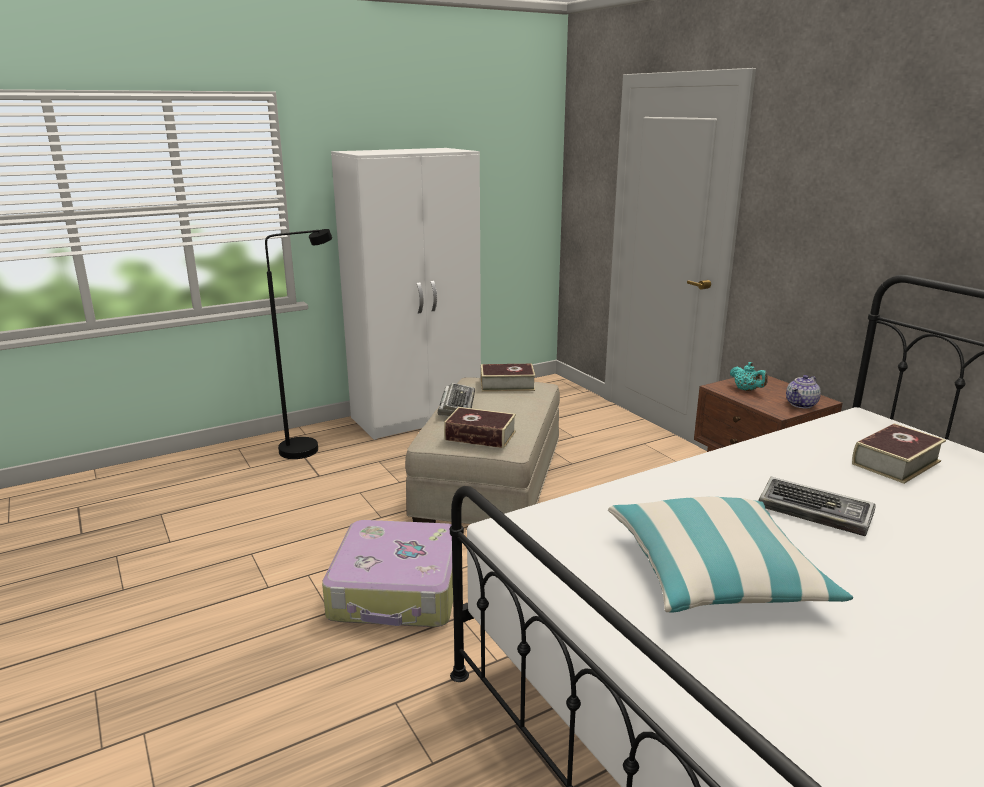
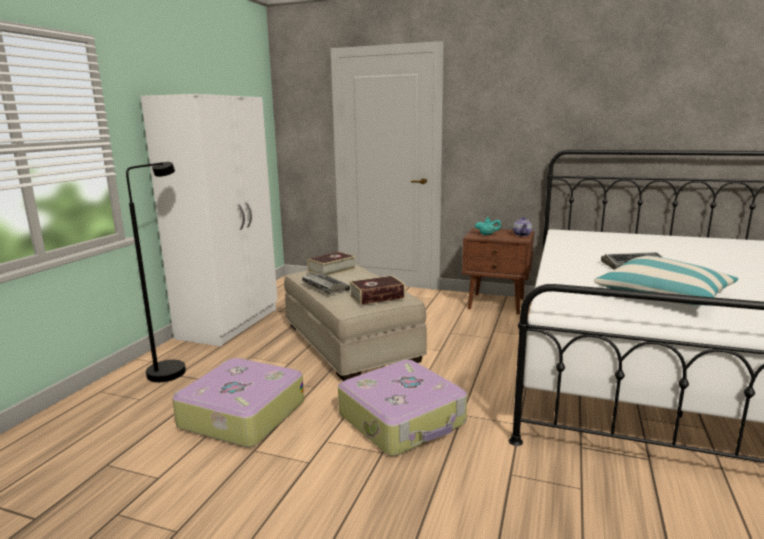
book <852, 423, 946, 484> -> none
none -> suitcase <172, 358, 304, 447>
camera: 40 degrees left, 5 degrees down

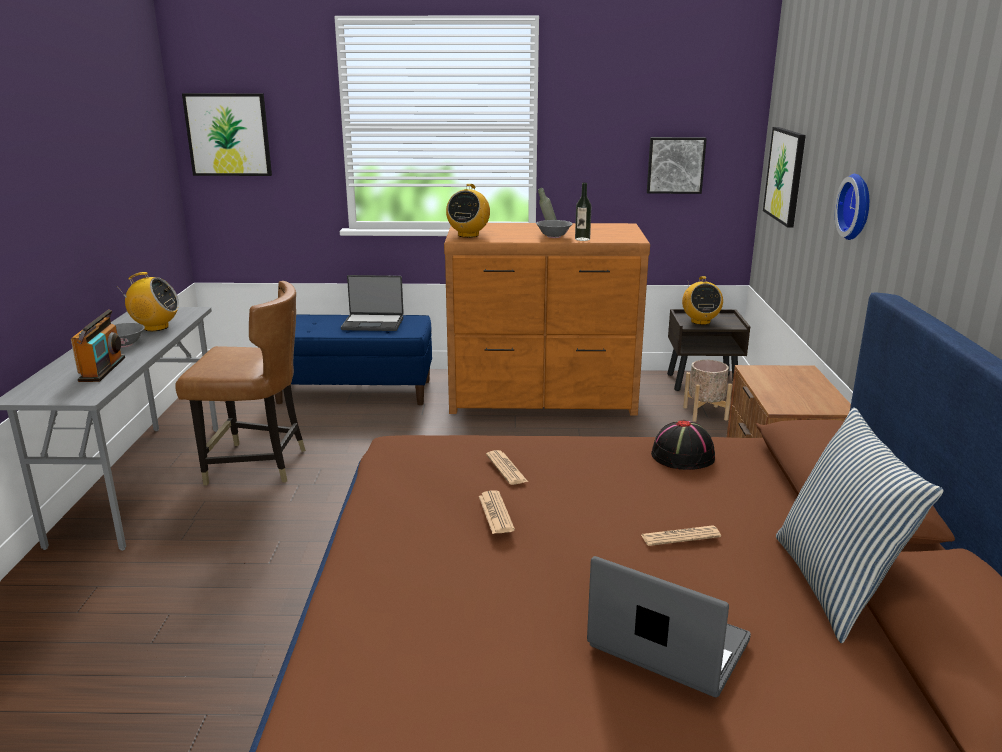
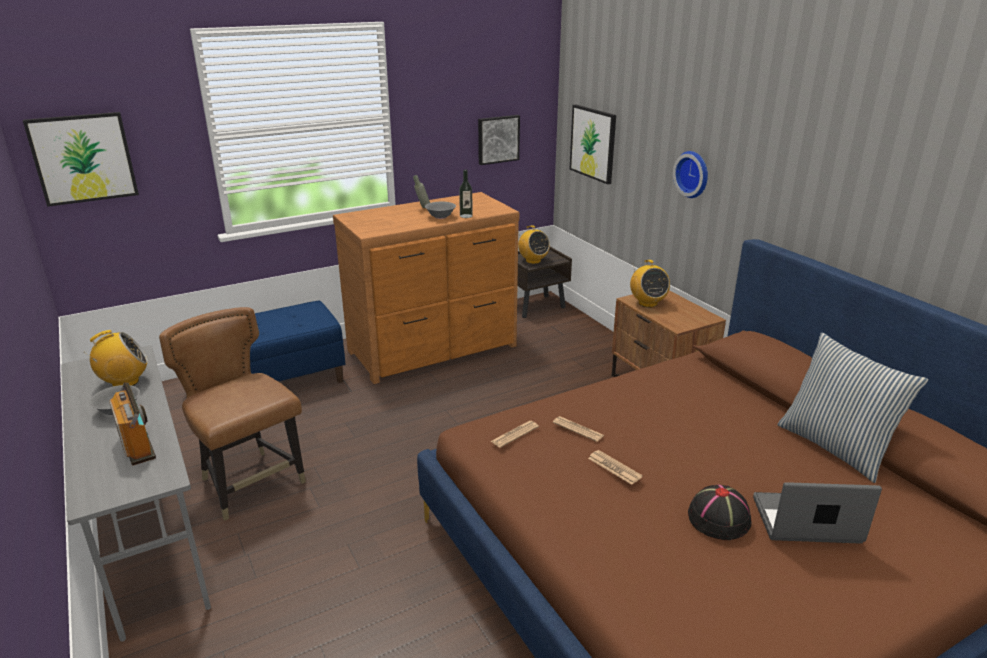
radio <446, 184, 490, 238> -> radio <630, 260, 670, 308>, moved
laptop <341, 275, 404, 331> -> none
brown chair <175, 281, 306, 485> -> brown chair <159, 307, 306, 521>, 105 degrees counterclockwise
beige planter <683, 360, 732, 422> -> none
black hat <651, 420, 715, 470> -> black hat <688, 485, 751, 540>, moved
newspaper <641, 525, 721, 546> -> newspaper <491, 421, 539, 448>, moved
camera: 30 degrees left, 5 degrees up

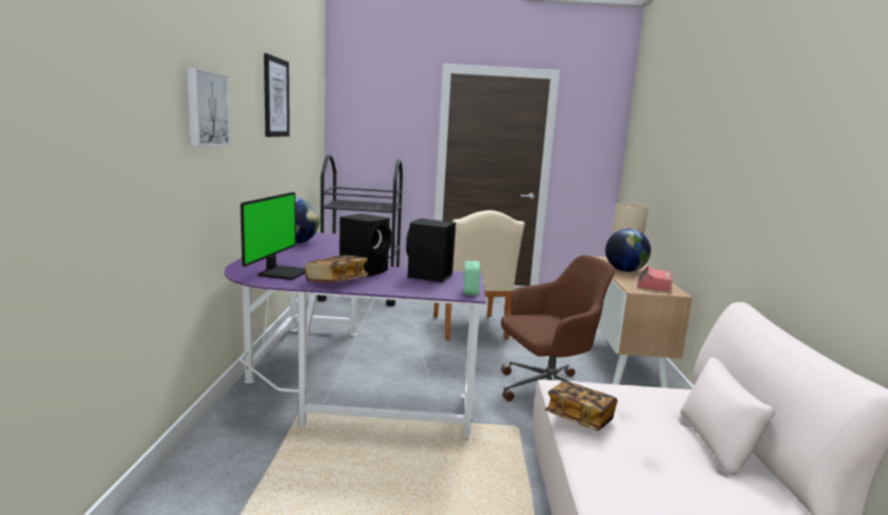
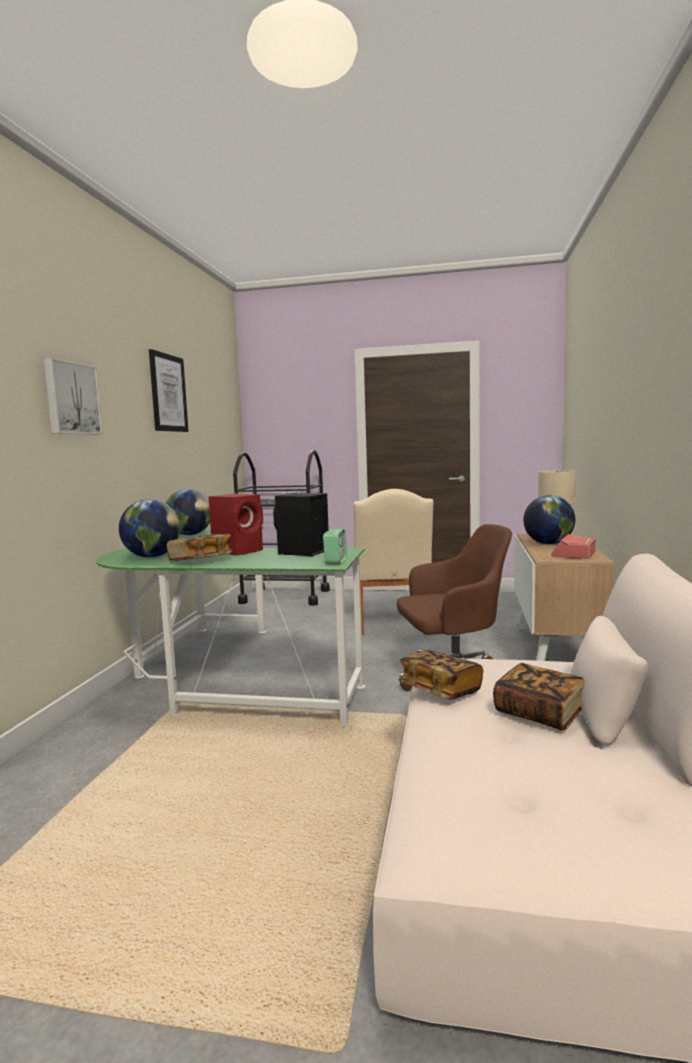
monitor <240, 192, 305, 280> -> globe <119, 499, 180, 558>
black speaker <339, 213, 392, 276> -> red speaker <208, 494, 263, 555>
purple desk <224, 233, 486, 438> -> green desk <96, 526, 365, 726>
none -> book <493, 663, 585, 730>
camera: 10 degrees right, 5 degrees down

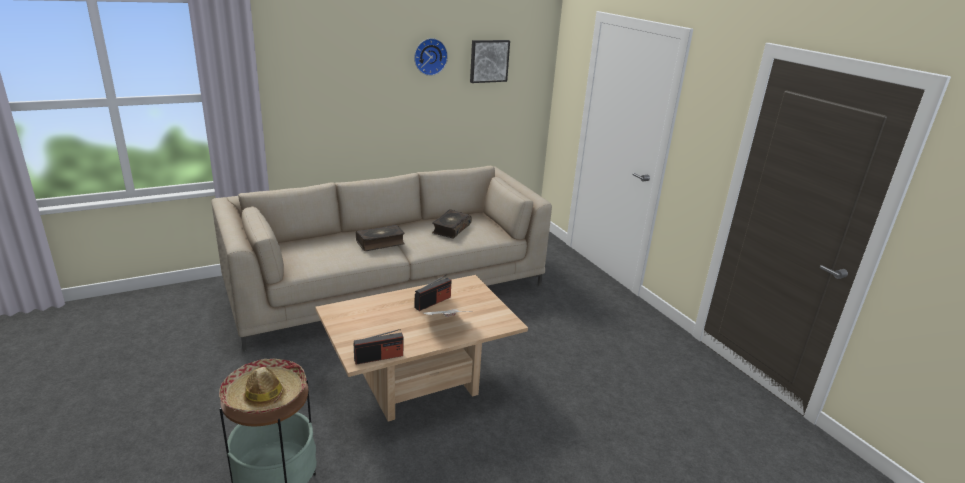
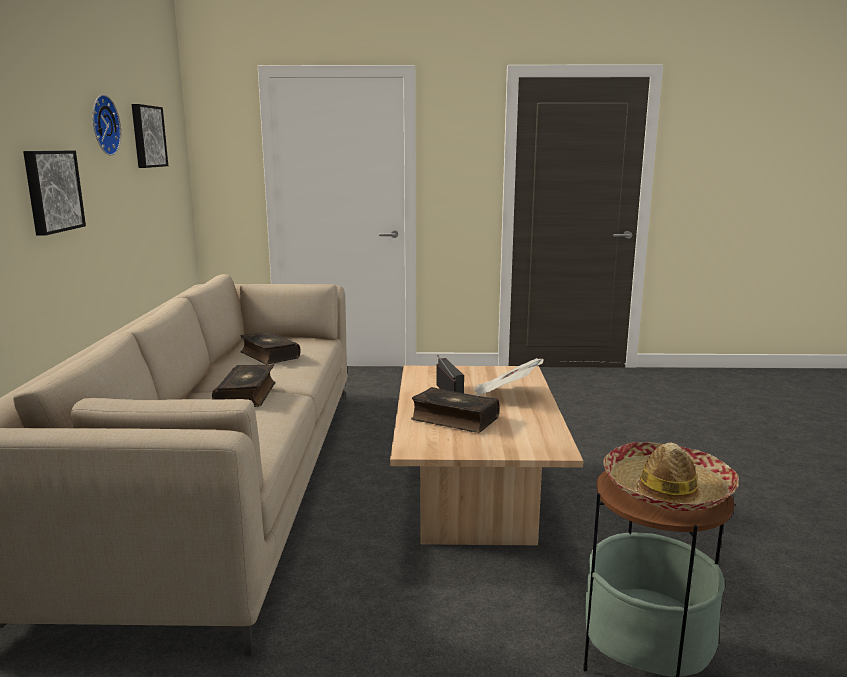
radio <354, 329, 403, 365> -> none
none -> picture <23, 151, 86, 236>
none -> book <411, 387, 500, 433>
camera: 60 degrees left, 10 degrees down

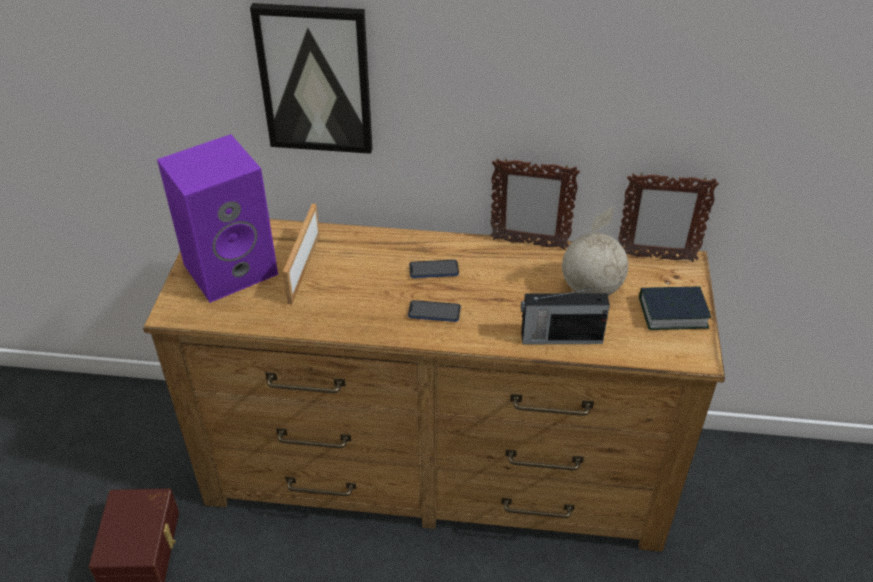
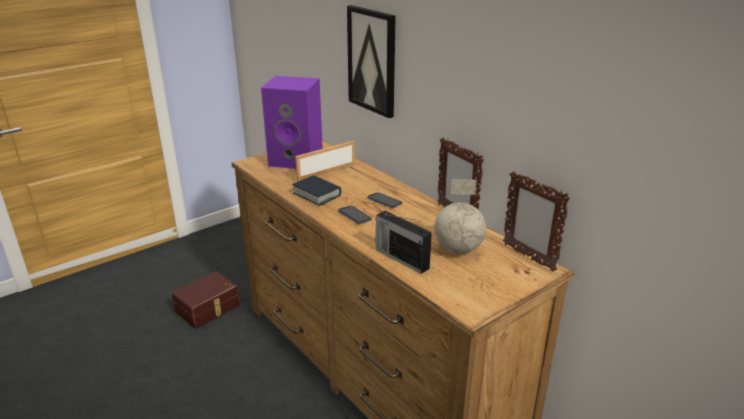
book <639, 286, 711, 330> -> book <292, 175, 341, 206>, moved
camera: 45 degrees right, 15 degrees down

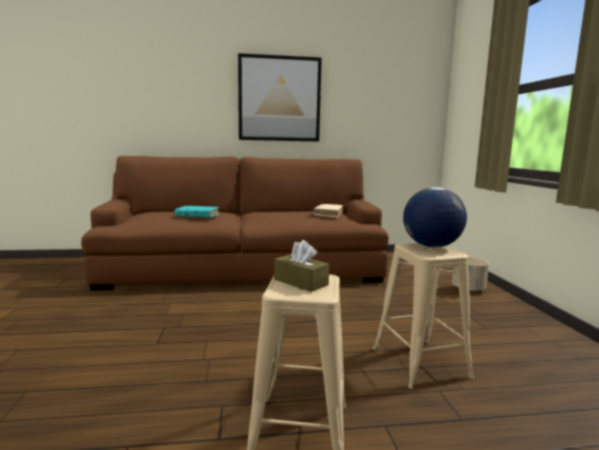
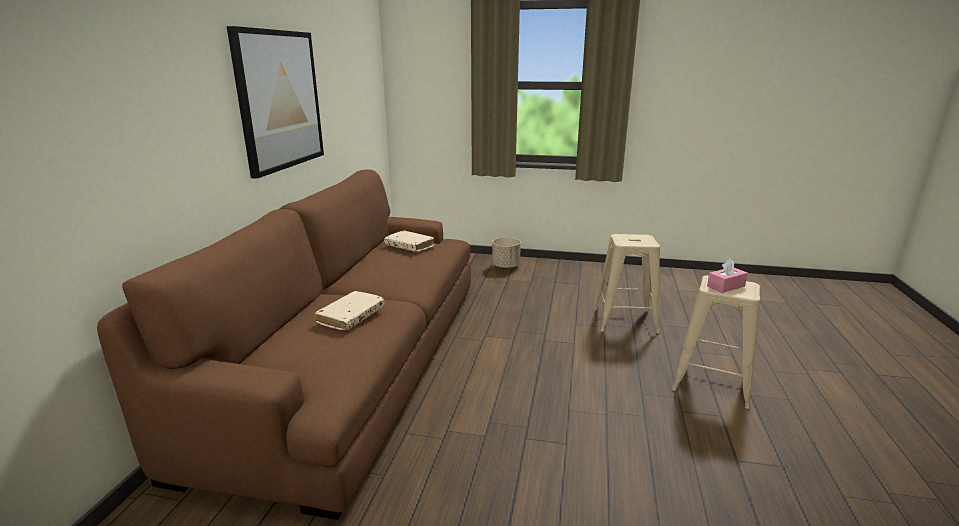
globe <403, 187, 467, 248> -> none
turquoise book <175, 205, 219, 218> -> beige book <315, 291, 385, 331>
brown tissue box <274, 240, 329, 292> -> pink tissue box <707, 258, 748, 293>
camera: 70 degrees left, 10 degrees up

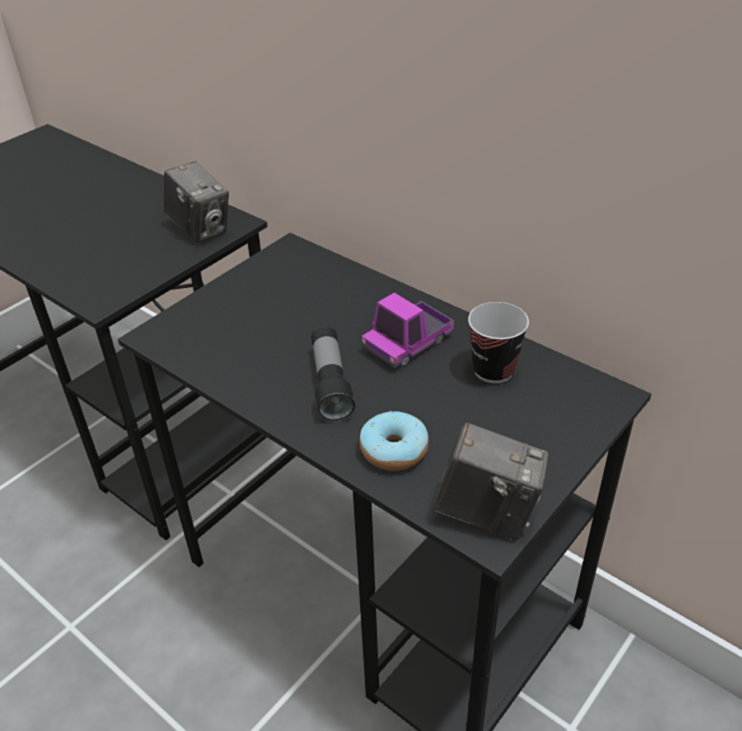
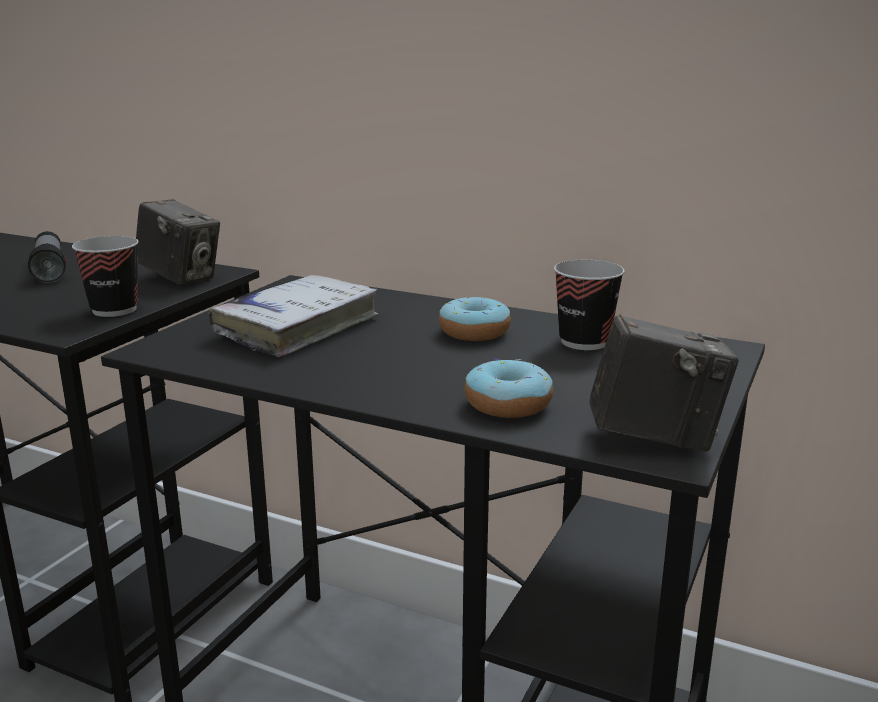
toy truck <362, 293, 455, 368> -> donut <439, 297, 511, 341>
flashlight <311, 326, 355, 422> -> flashlight <28, 231, 66, 283>, moved
none -> cup <72, 236, 139, 317>
none -> white book <208, 275, 379, 357>
camera: 15 degrees left, 20 degrees down

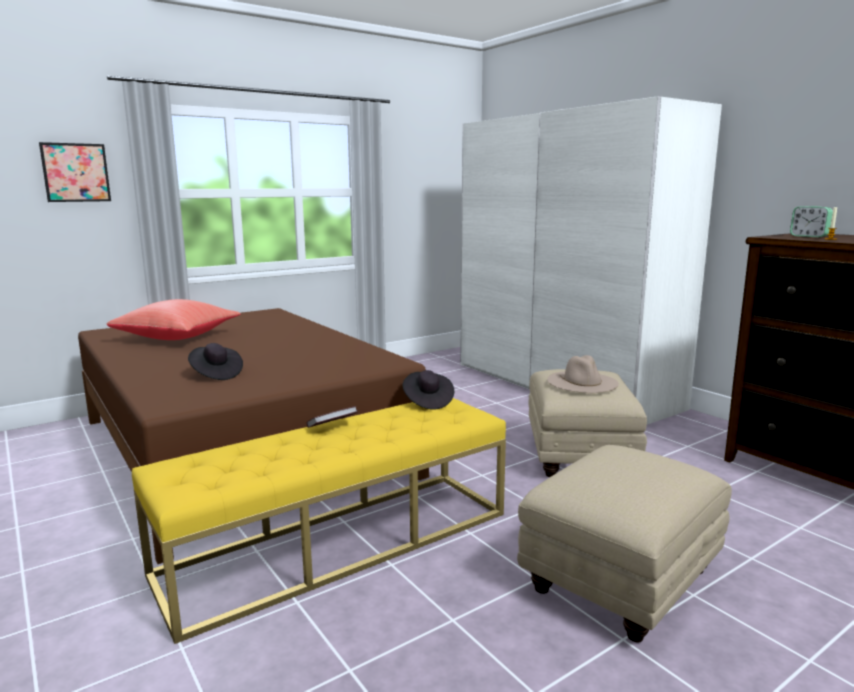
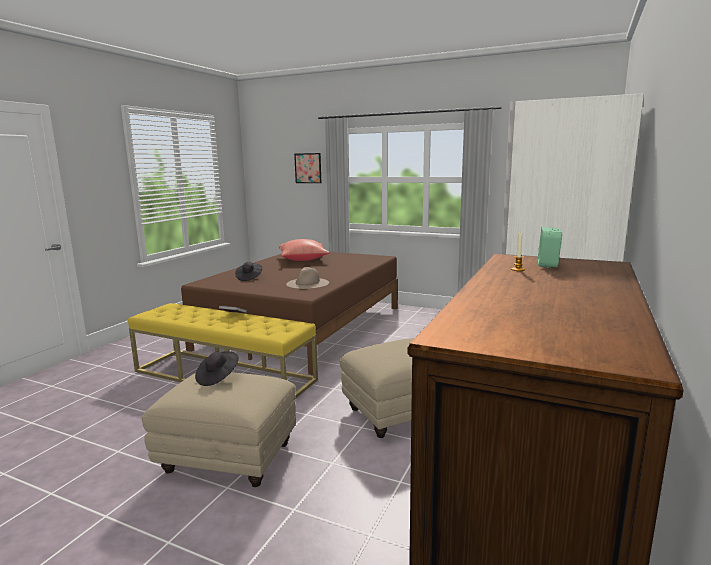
beige hat <547, 355, 619, 393> -> beige hat <286, 267, 329, 289>, moved
black hat <403, 370, 454, 410> -> black hat <195, 351, 239, 386>, moved
camera: 60 degrees right, 0 degrees up

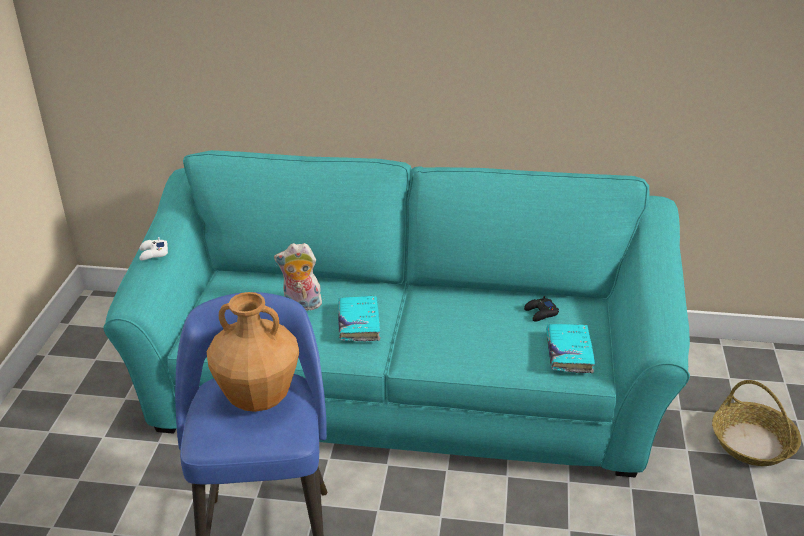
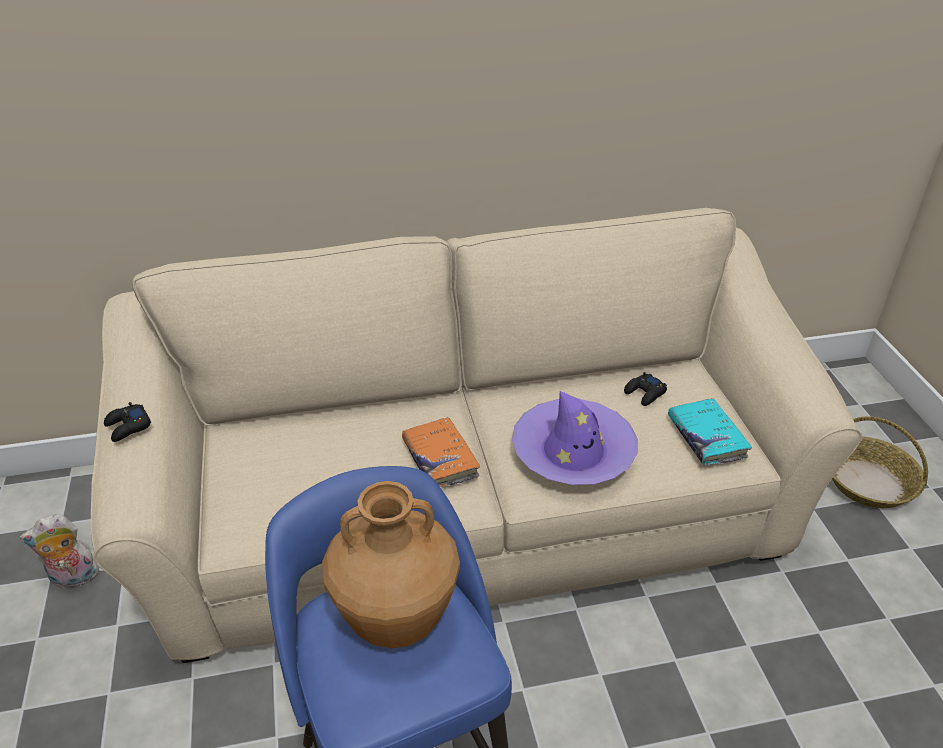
turquoise sofa <103, 150, 690, 478> -> beige sofa <91, 208, 862, 663>
white game controller <139, 237, 168, 260> -> black game controller <104, 402, 151, 442>
plush toy <274, 243, 322, 311> -> plush toy <20, 514, 99, 589>, moved
turquoise book <338, 296, 380, 342> -> orange book <402, 417, 480, 487>
none -> purple hat <512, 391, 637, 485>
camera: 20 degrees left, 5 degrees up

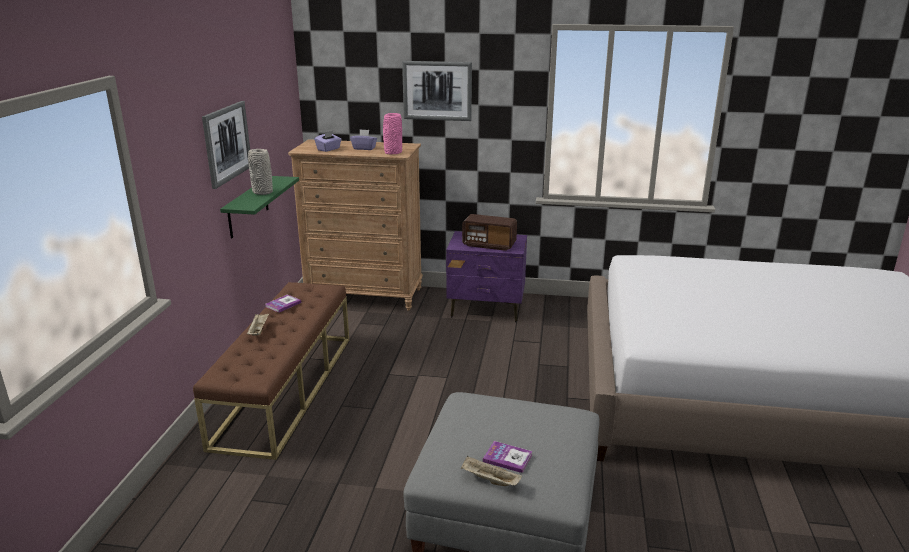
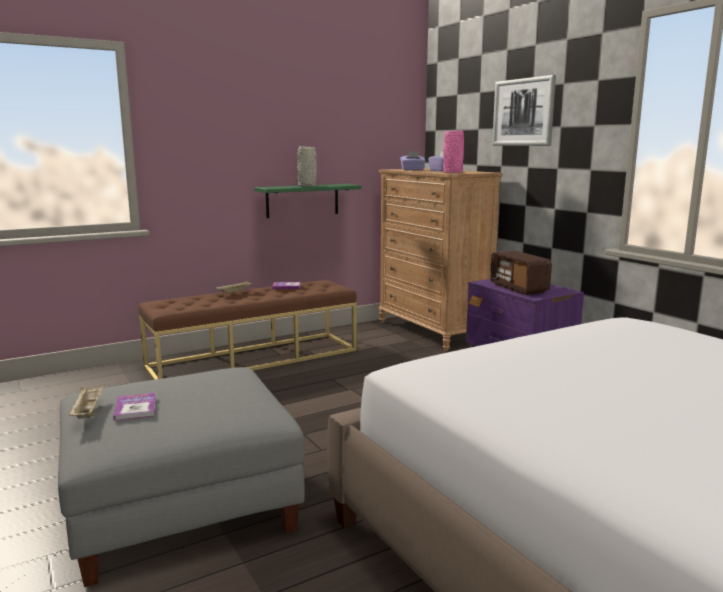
picture <202, 101, 250, 189> -> none
camera: 50 degrees right, 10 degrees down

